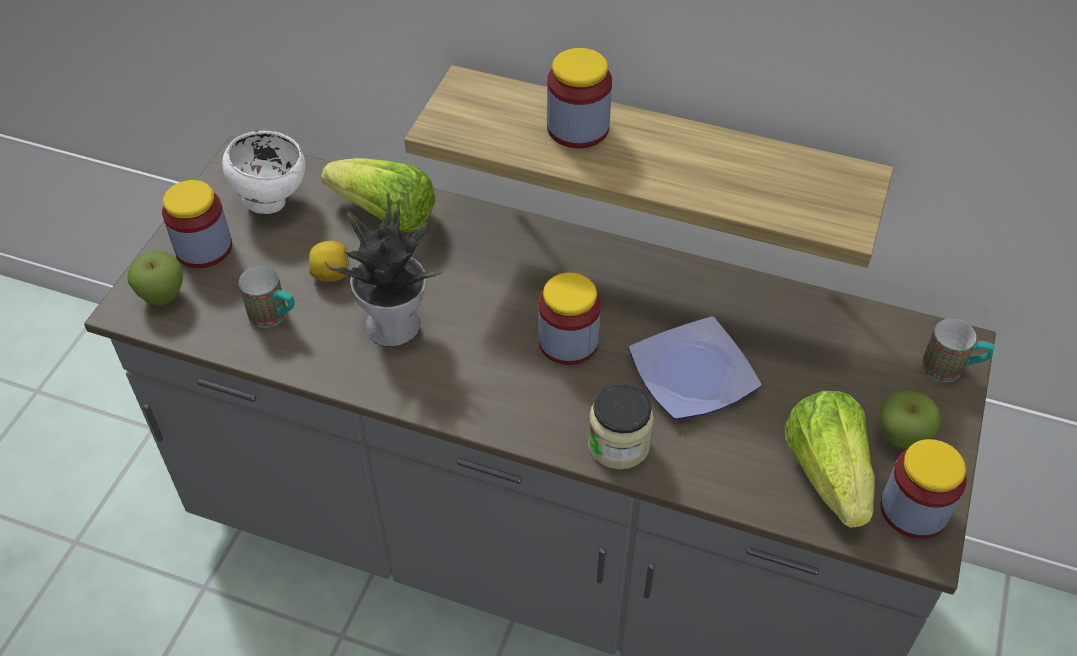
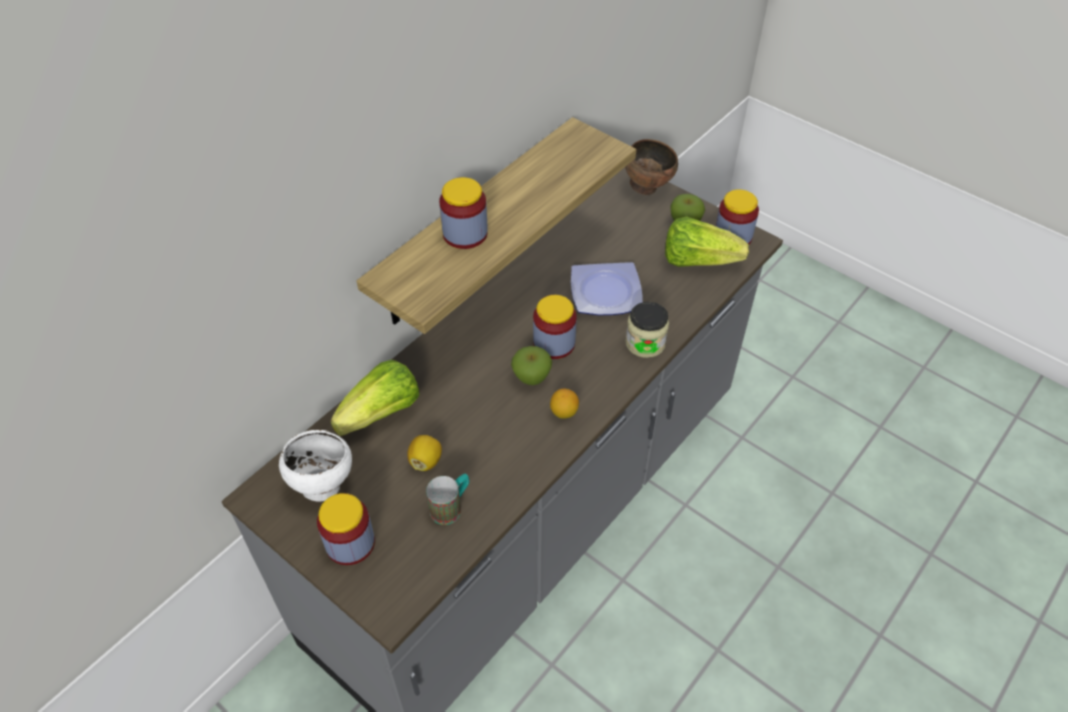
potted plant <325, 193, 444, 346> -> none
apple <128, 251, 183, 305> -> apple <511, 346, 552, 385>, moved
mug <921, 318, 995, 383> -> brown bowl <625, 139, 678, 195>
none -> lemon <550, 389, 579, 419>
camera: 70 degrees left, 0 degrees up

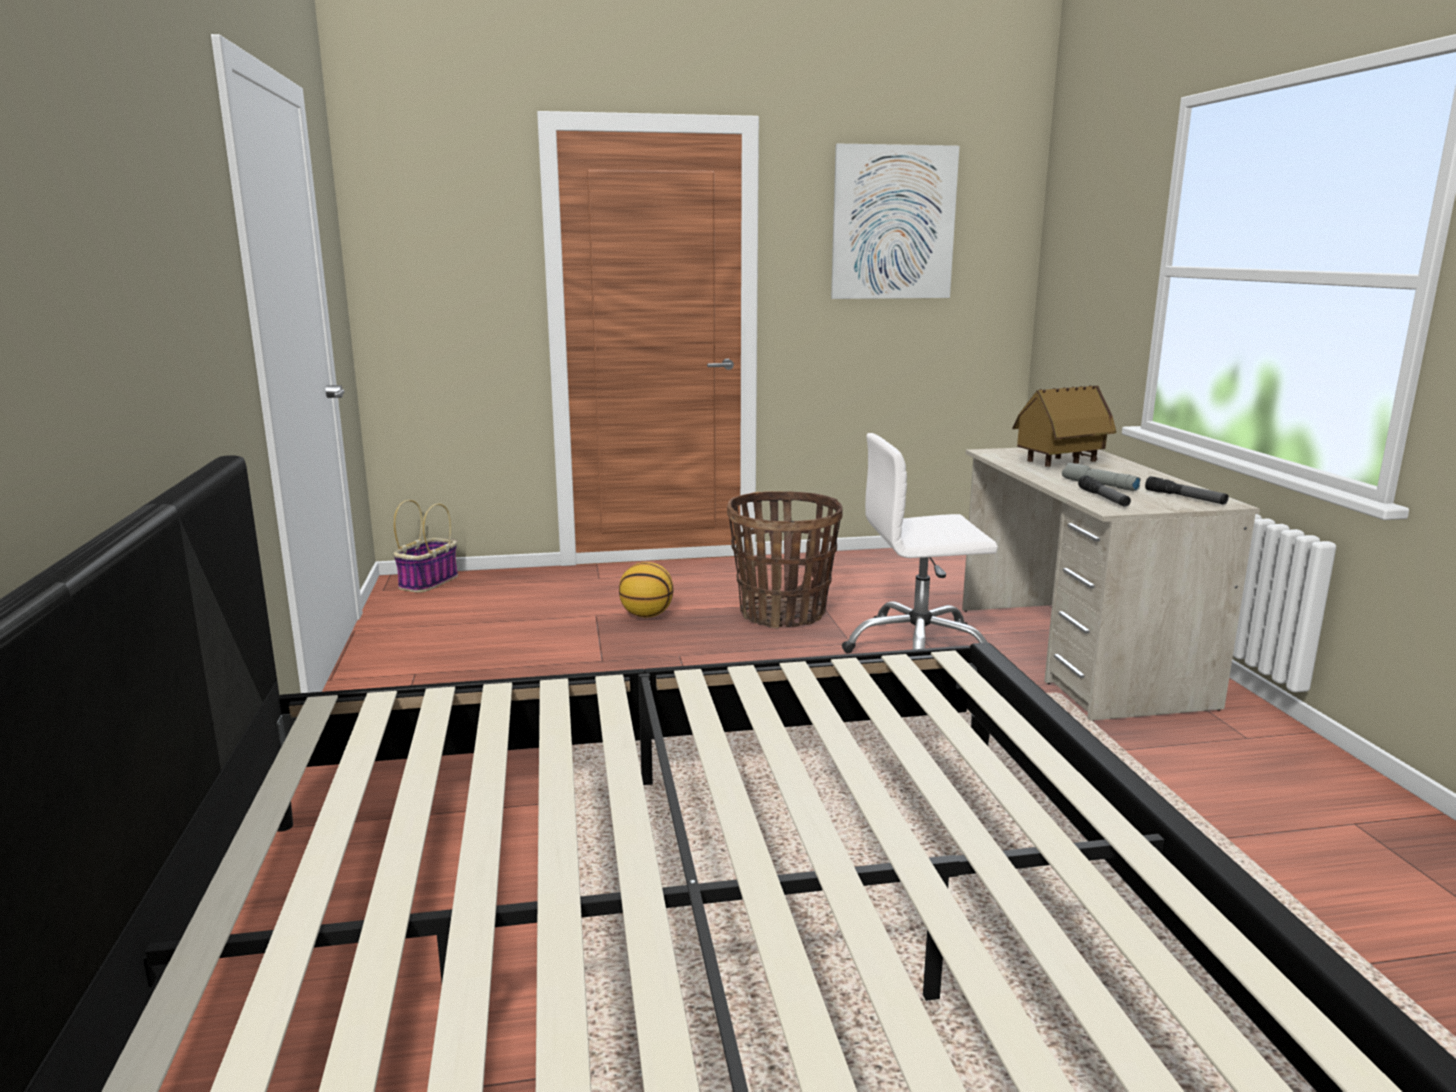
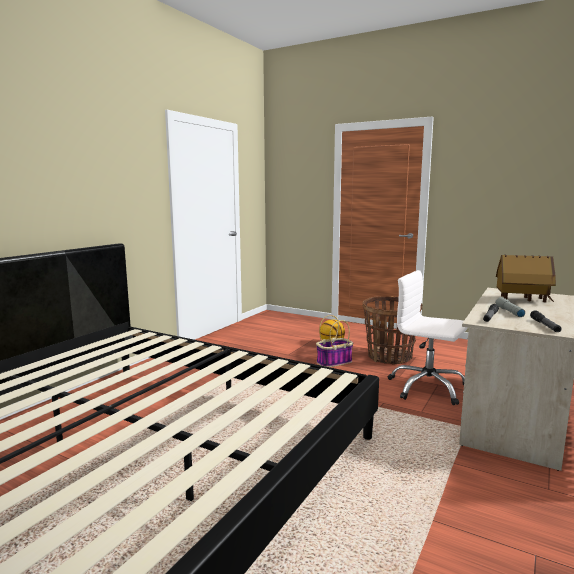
picture <831, 144, 960, 299> -> none
basket <394, 500, 458, 593> -> basket <316, 315, 353, 367>, moved
camera: 40 degrees right, 5 degrees down

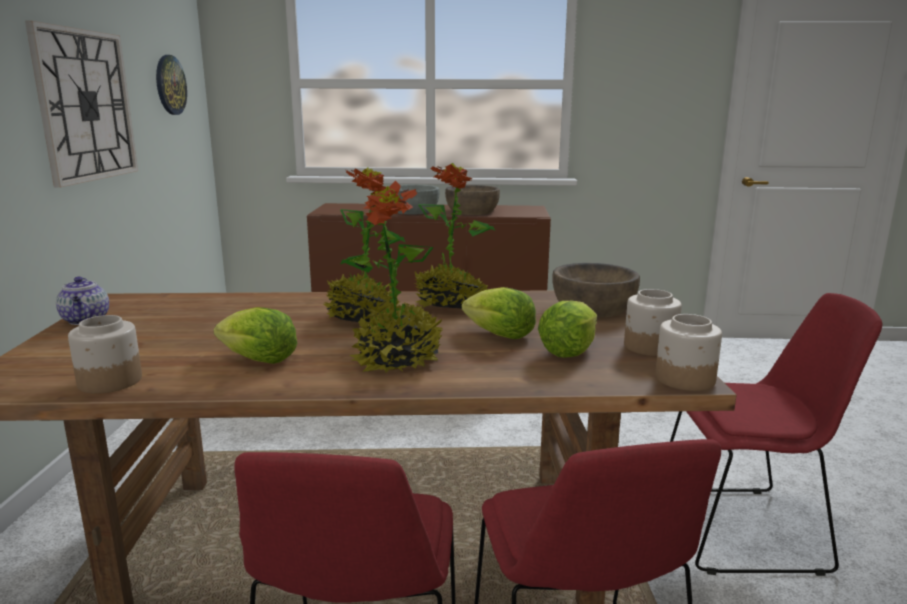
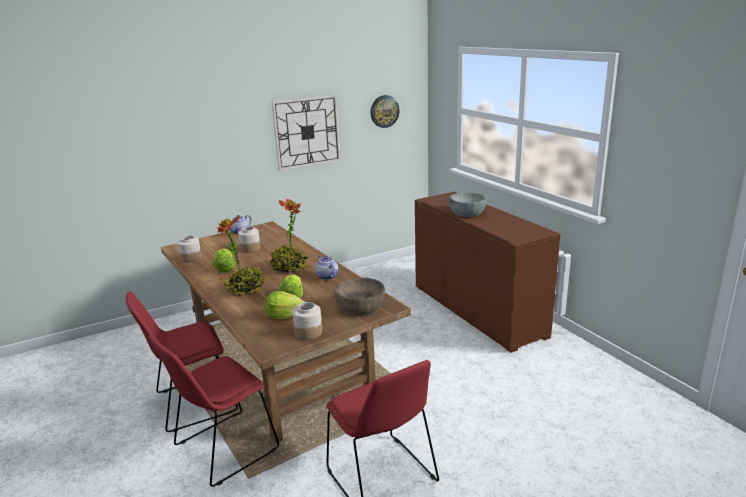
potted plant <414, 163, 495, 308> -> teapot <315, 256, 338, 280>
brown bowl <445, 185, 500, 215> -> none
jar <655, 314, 722, 391> -> jar <238, 226, 261, 253>, moved
camera: 60 degrees right, 5 degrees up

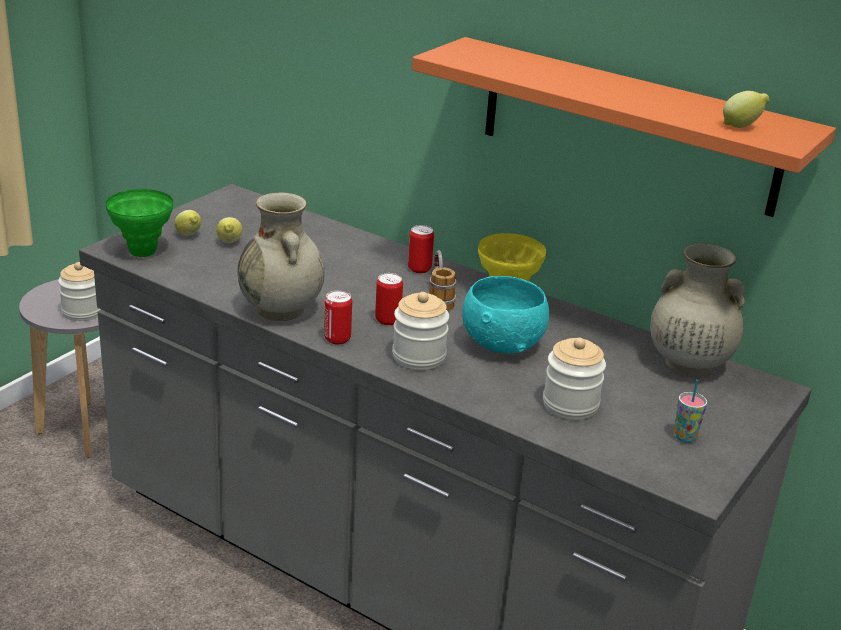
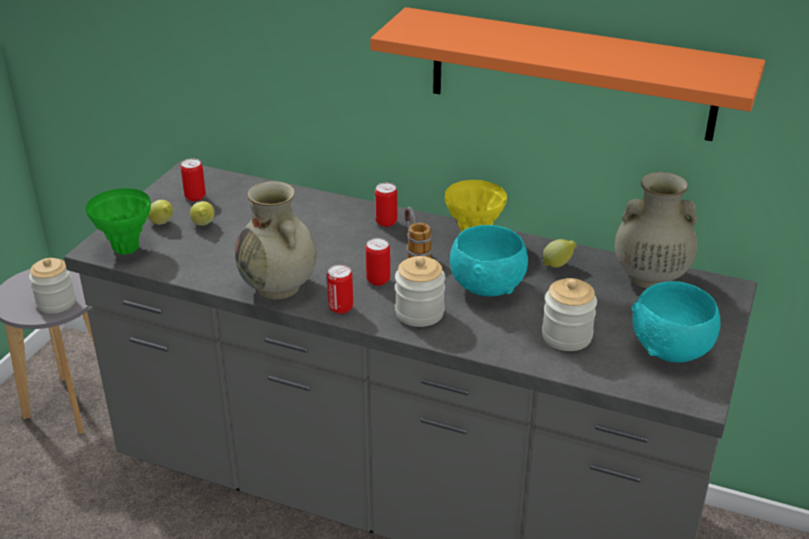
lemon <723, 91, 770, 128> -> lemon <543, 239, 577, 268>, moved
cup <674, 380, 707, 443> -> turquoise bowl <632, 281, 720, 362>
none -> can <181, 158, 206, 201>
camera: 10 degrees left, 5 degrees up

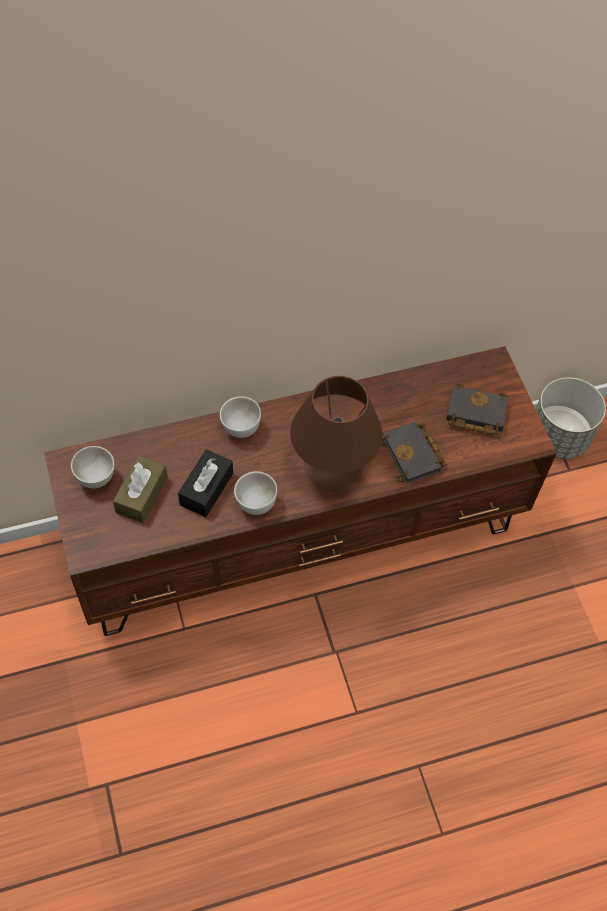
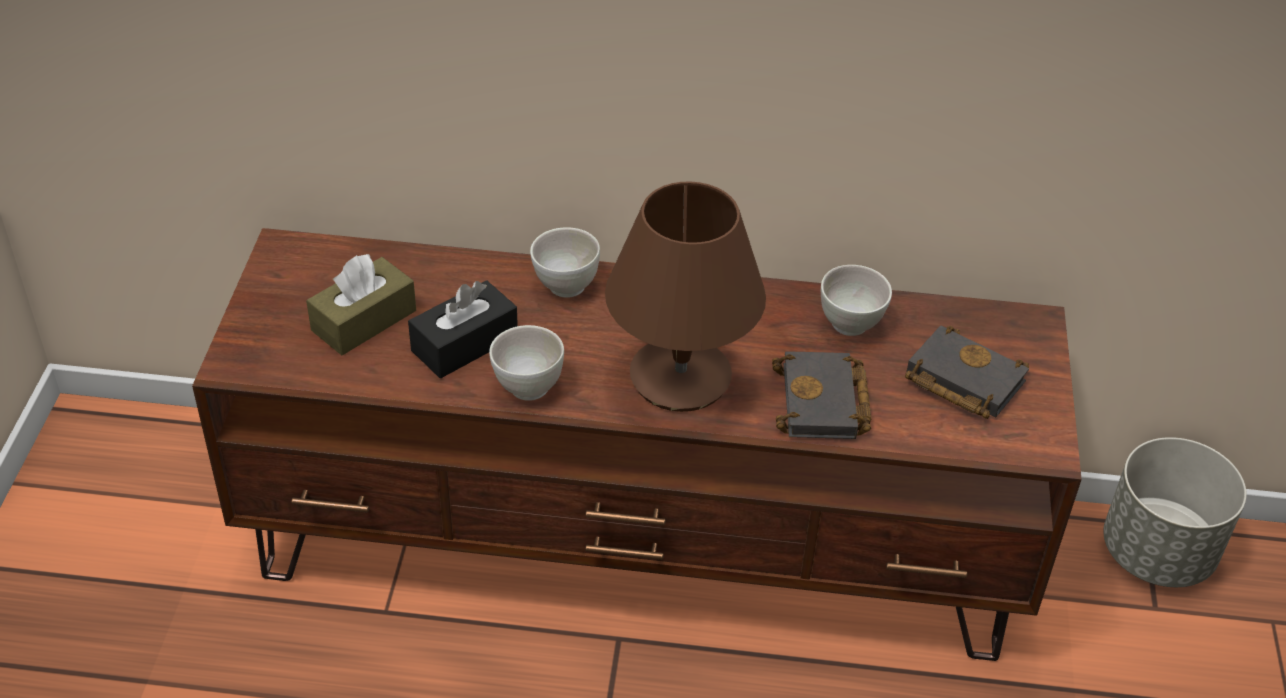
white bowl <71, 446, 115, 489> -> white bowl <821, 265, 892, 336>, moved
camera: 25 degrees right, 15 degrees down

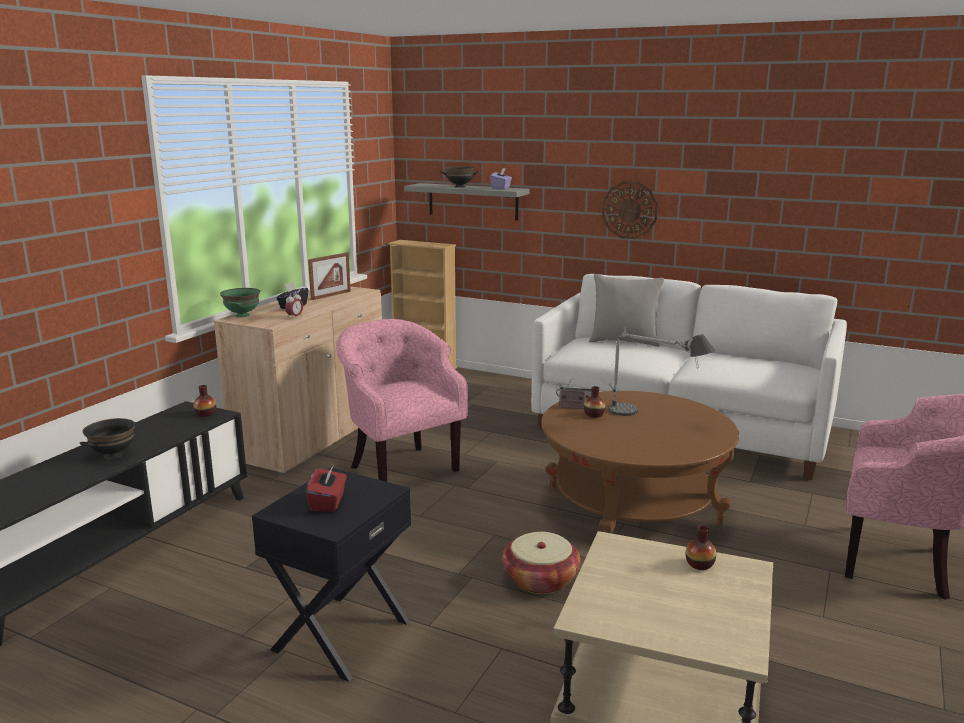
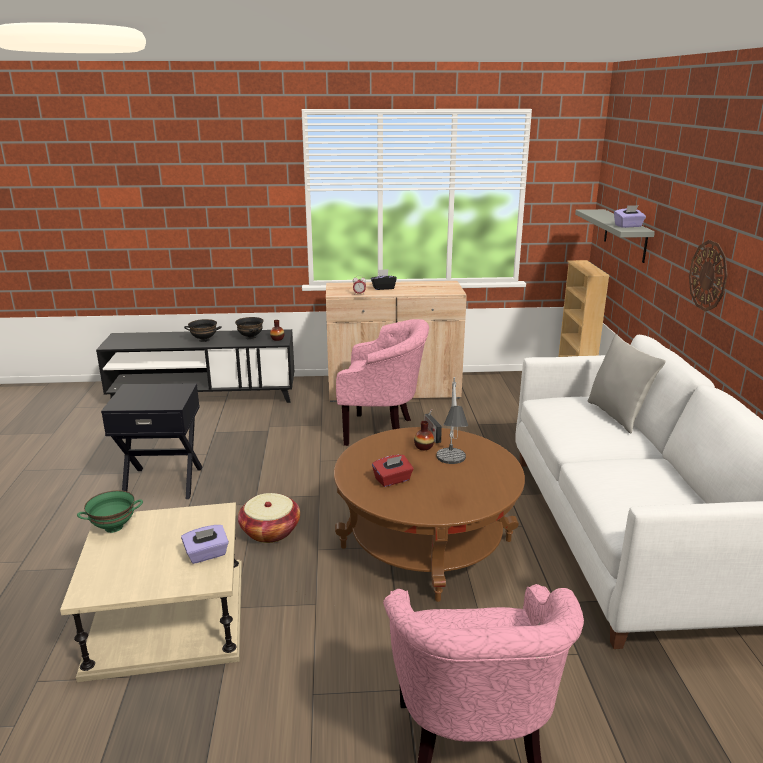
black bowl <440, 166, 480, 188> -> black bowl <235, 317, 264, 340>, moved
picture frame <308, 252, 351, 300> -> none
green bowl <220, 288, 260, 317> -> green bowl <77, 490, 143, 533>, moved
pink armchair <336, 319, 468, 482> -> pink armchair <336, 319, 429, 446>, 75 degrees clockwise
red tissue box <306, 465, 347, 512> -> red tissue box <372, 455, 414, 487>, moved
vase <686, 525, 716, 570> -> purple tissue box <181, 525, 229, 564>
camera: 60 degrees right, 5 degrees up

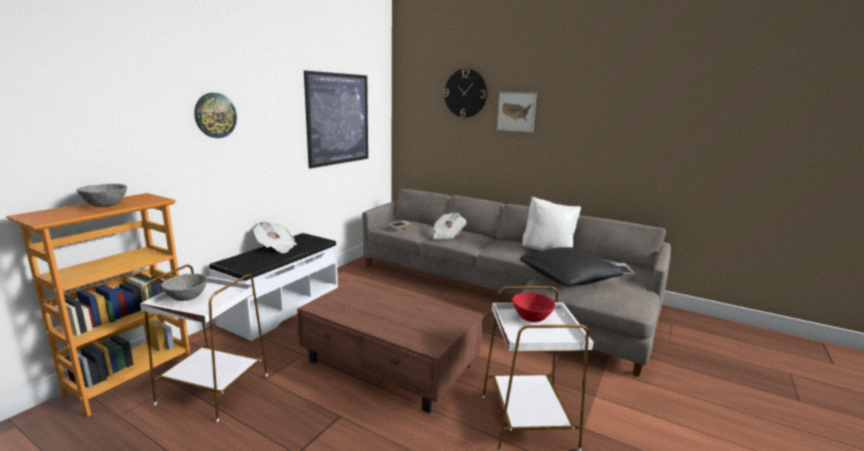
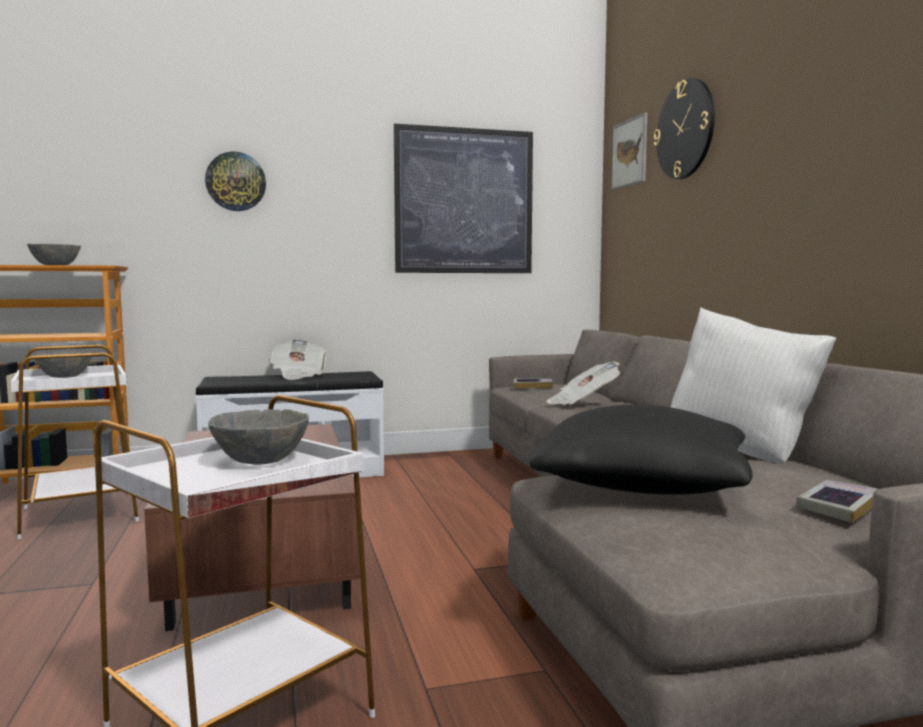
picture <497, 92, 537, 133> -> picture <612, 113, 647, 190>, moved
red bowl <512, 292, 555, 322> -> grey bowl <208, 409, 309, 465>
camera: 45 degrees right, 10 degrees down

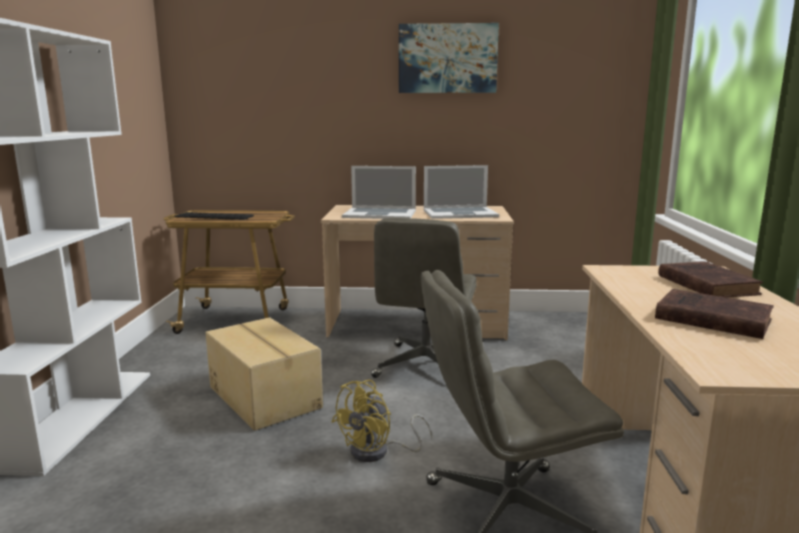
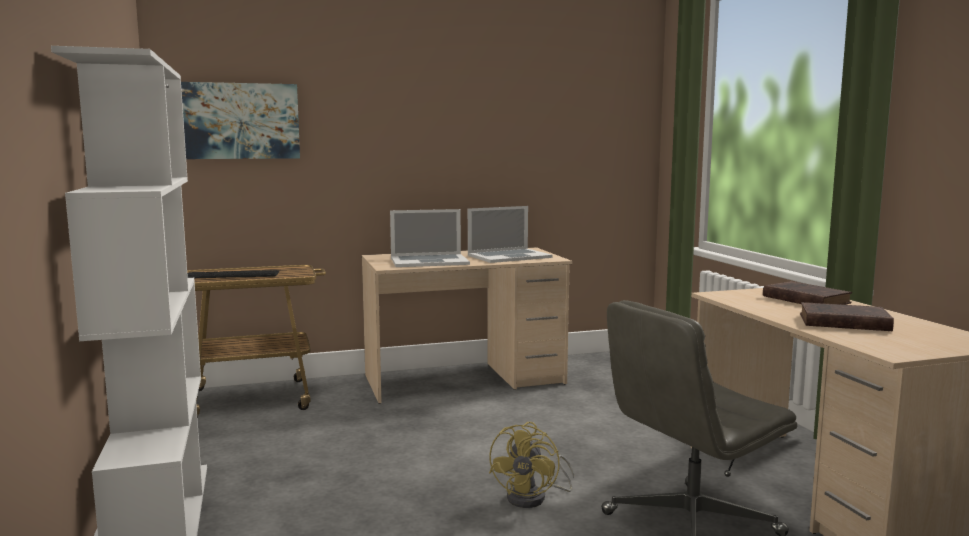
picture <399, 23, 499, 93> -> picture <181, 82, 300, 159>, moved
grey office chair <371, 218, 477, 378> -> none
cardboard box <206, 317, 323, 431> -> none
camera: 20 degrees left, 5 degrees down

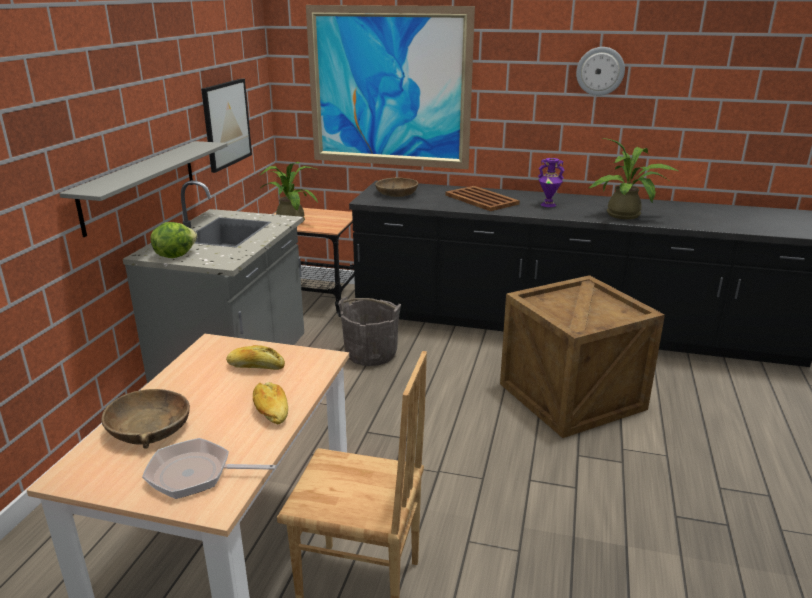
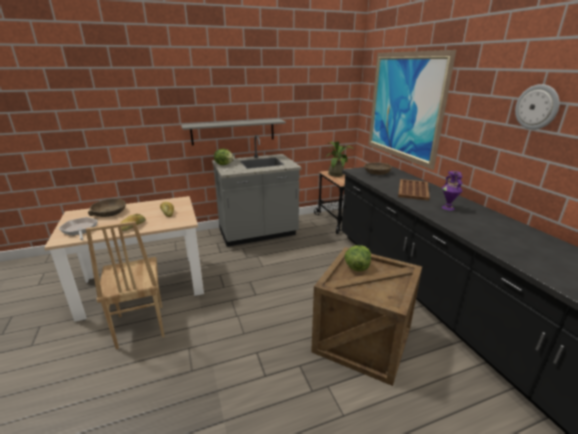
picture <201, 78, 252, 173> -> none
potted plant <589, 138, 678, 219> -> none
grey bucket <338, 297, 401, 366> -> none
none -> lettuce <344, 245, 371, 271>
camera: 55 degrees right, 0 degrees up

